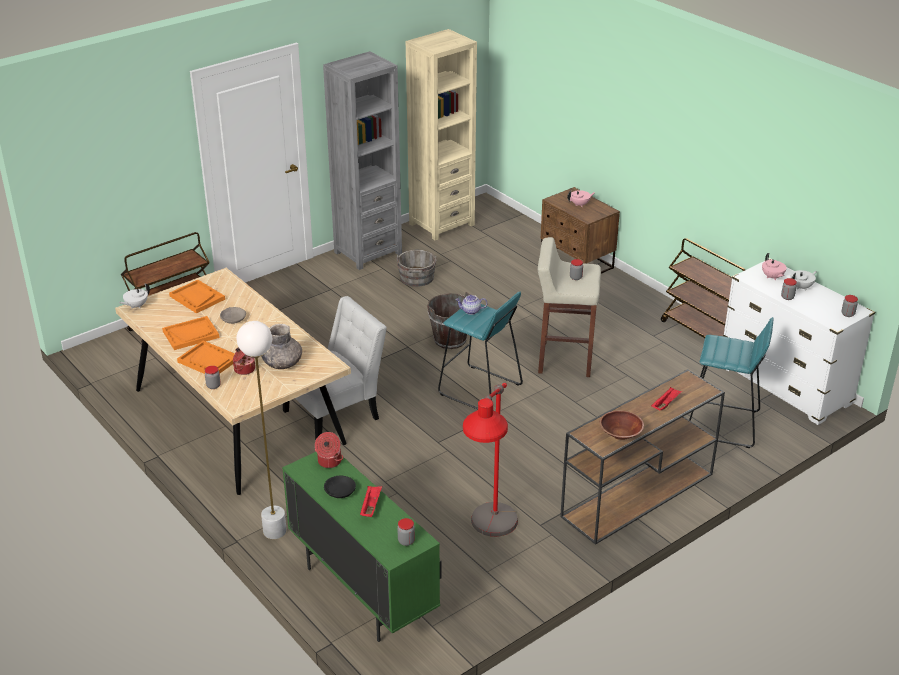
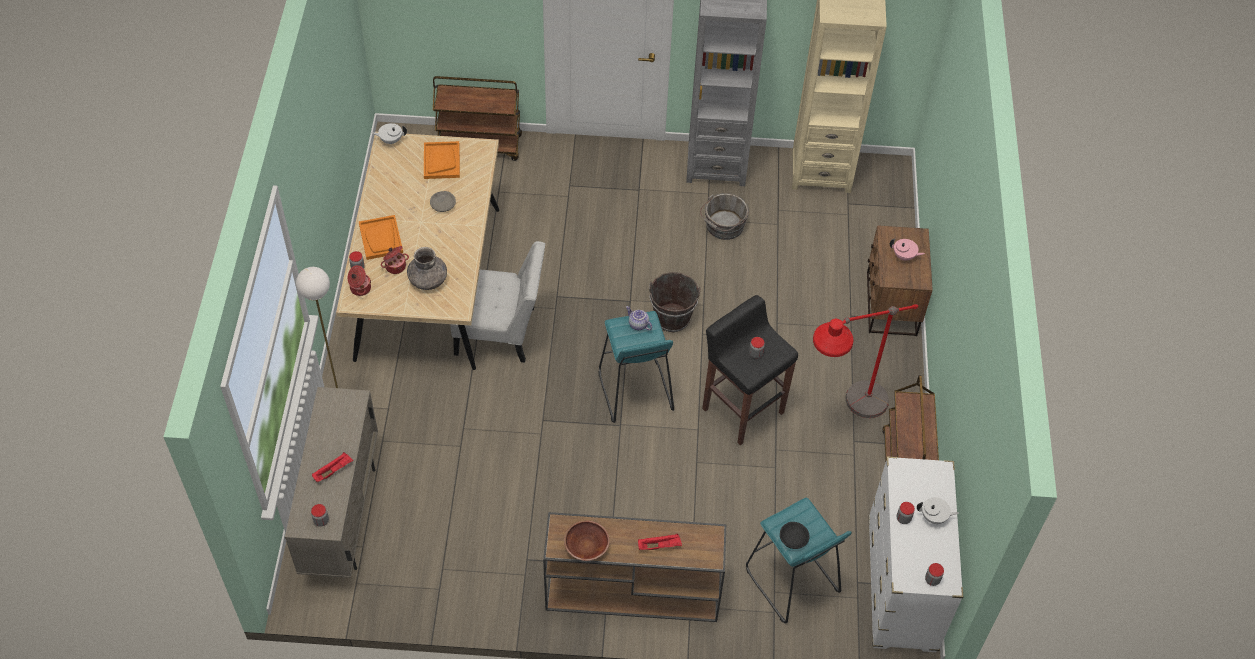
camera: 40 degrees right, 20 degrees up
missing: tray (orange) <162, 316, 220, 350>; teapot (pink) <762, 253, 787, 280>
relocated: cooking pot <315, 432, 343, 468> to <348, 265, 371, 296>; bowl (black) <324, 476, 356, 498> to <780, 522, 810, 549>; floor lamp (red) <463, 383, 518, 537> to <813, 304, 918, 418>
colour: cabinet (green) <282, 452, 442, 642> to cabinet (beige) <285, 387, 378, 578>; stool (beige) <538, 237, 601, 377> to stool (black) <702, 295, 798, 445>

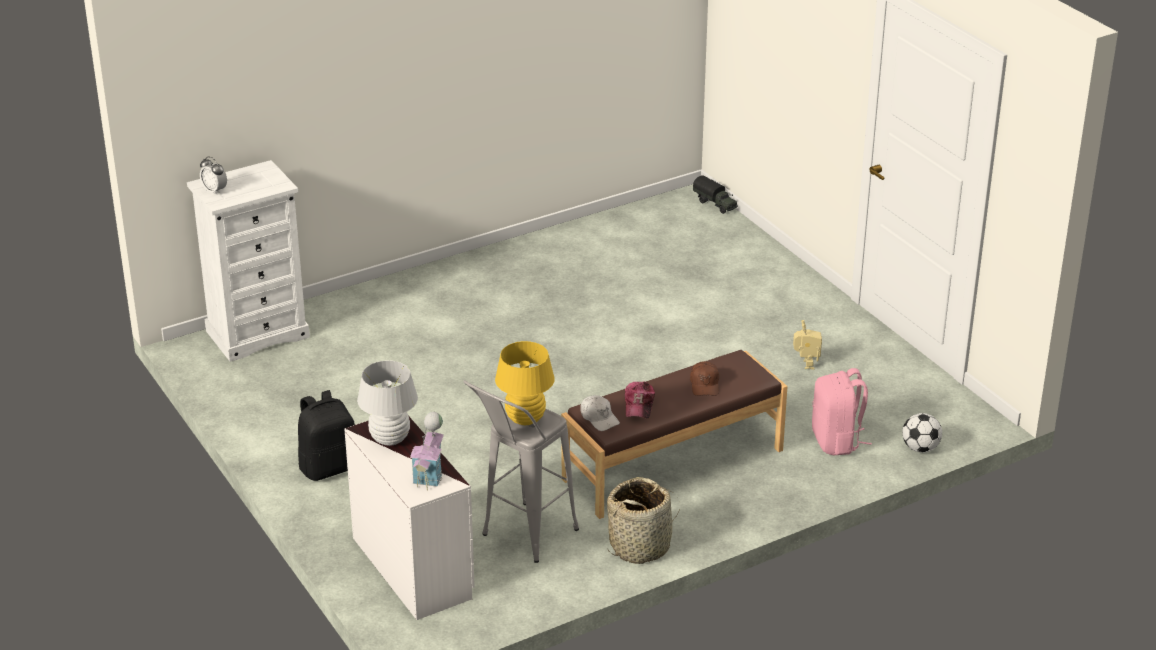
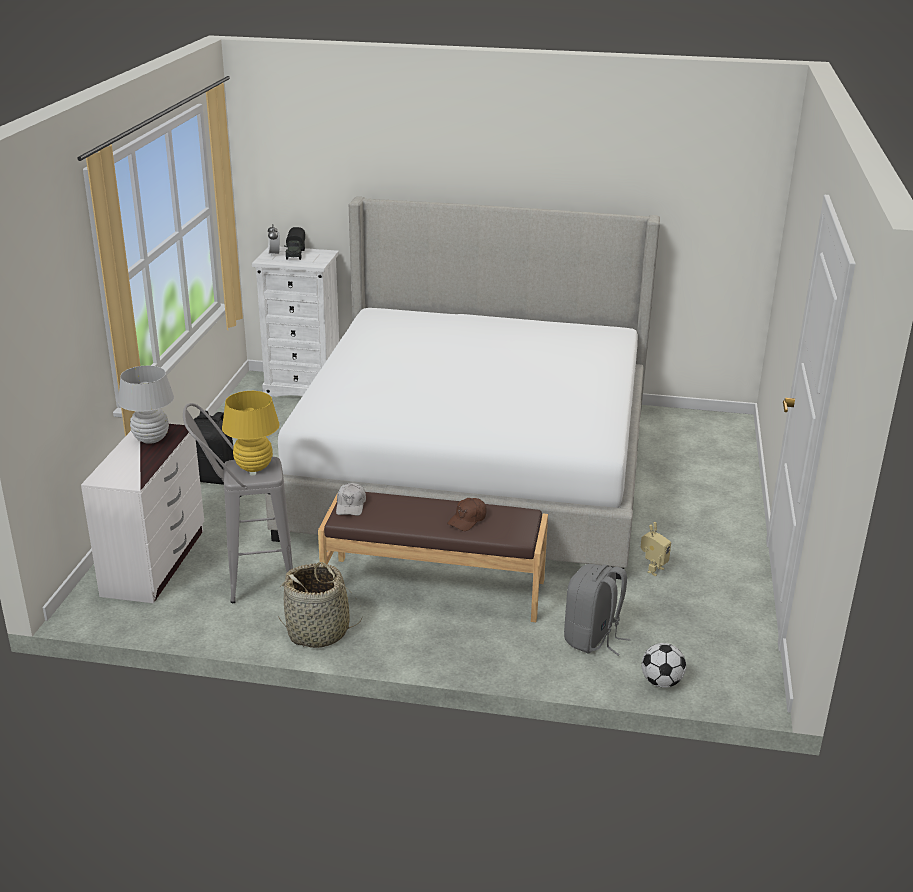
camera: 40 degrees right, 5 degrees down
missing: toy house <410, 412, 444, 490>; cap <625, 382, 655, 418>
appeared: bed <265, 196, 660, 579>
relocated: toy truck <693, 175, 738, 214> to <285, 227, 305, 260>
colour: backpack (pink) <812, 368, 872, 455> to backpack (grey) <564, 564, 630, 655>

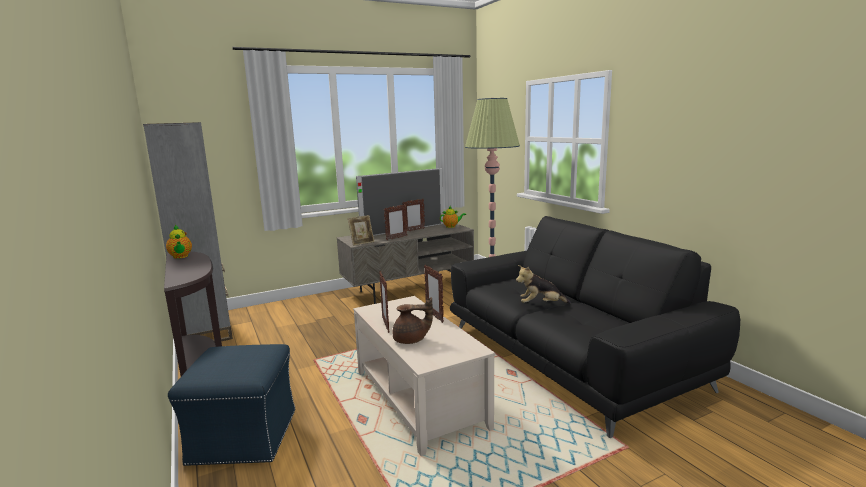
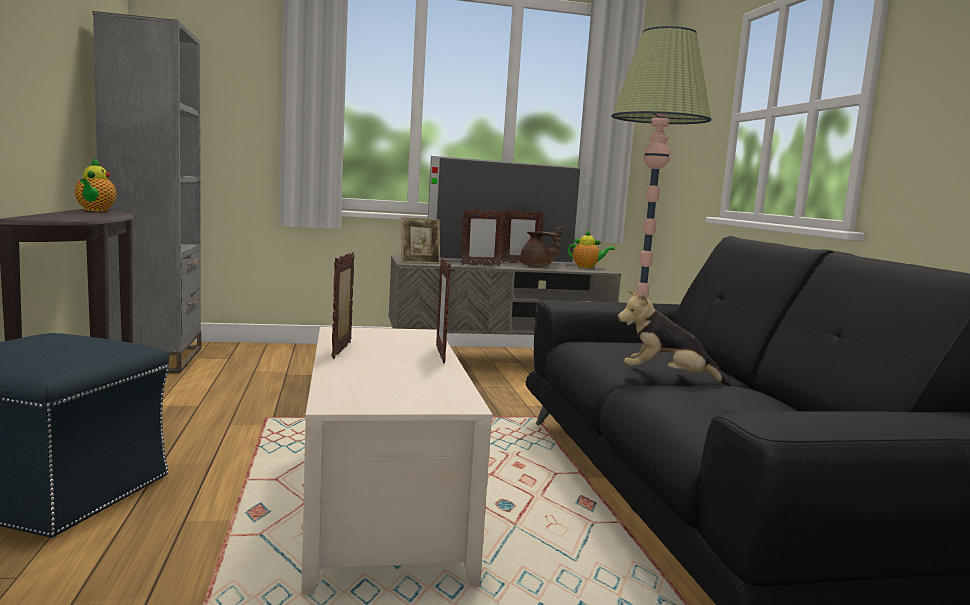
camera: 15 degrees right, 5 degrees down
relocated: teapot (brown) <393, 297, 433, 344> to <520, 226, 562, 267>

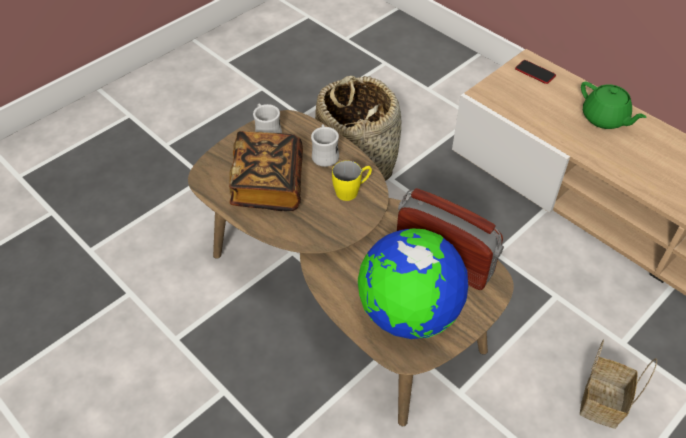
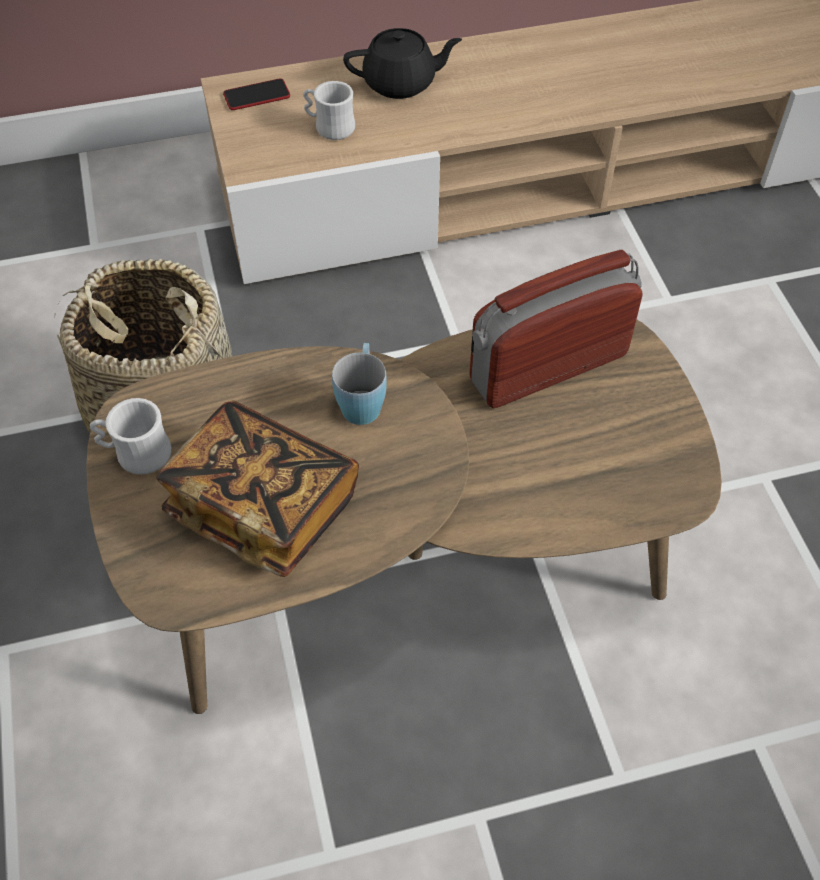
camera: 60 degrees left, 5 degrees up
missing: globe <358, 228, 468, 339>; basket <580, 340, 657, 429>
relocated: mug (white) <311, 124, 339, 167> to <303, 81, 355, 140>
colour: mug (yellow) <332, 161, 372, 201> to mug (blue) <332, 343, 387, 425>; teapot (green) <581, 81, 646, 129> to teapot (black) <343, 28, 462, 99>

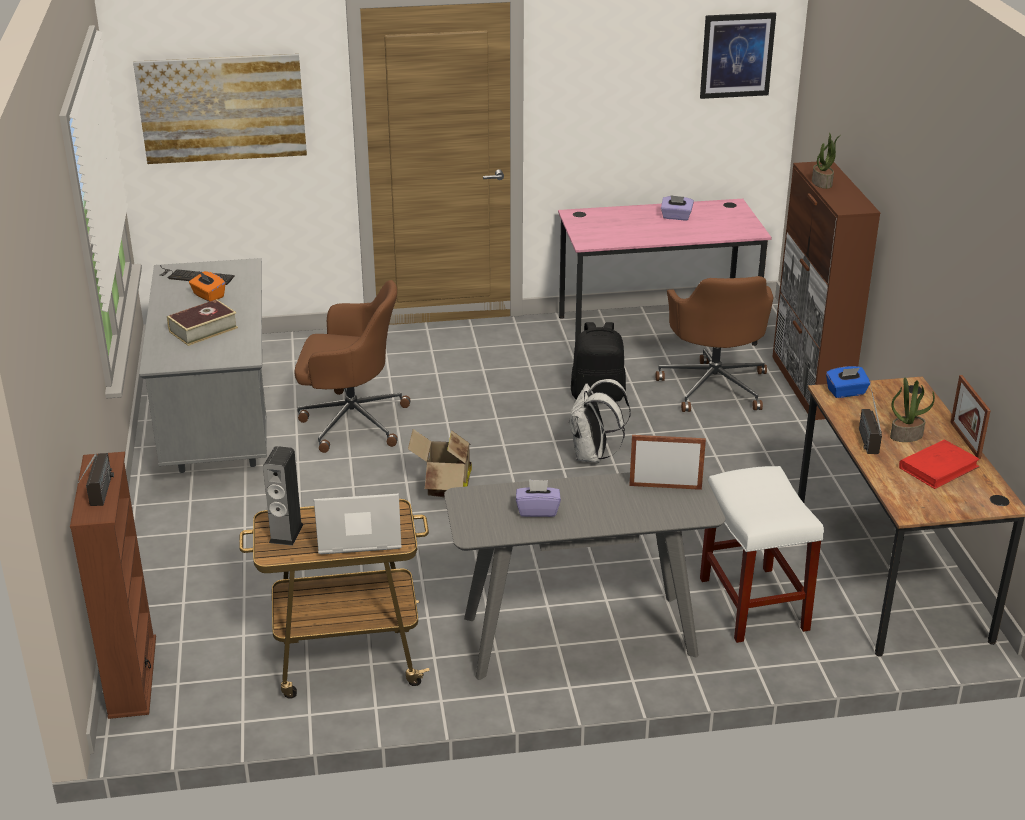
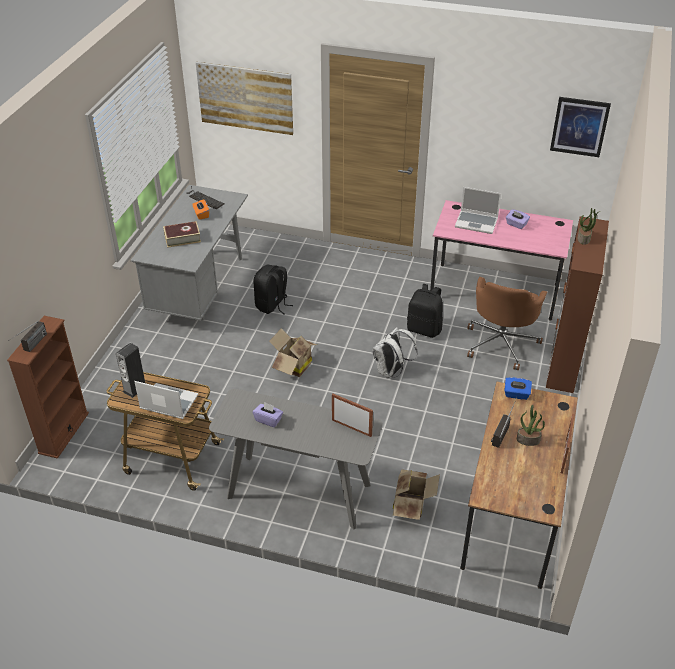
camera: 25 degrees right, 10 degrees up
missing: book (red) <899, 439, 980, 489>
appeared: laptop <455, 187, 501, 234>
exchanged: office chair (brown) <294, 280, 411, 453> to backpack (black) <254, 265, 293, 315>; stool (white) <700, 466, 824, 643> to cardboard box <393, 469, 440, 520>

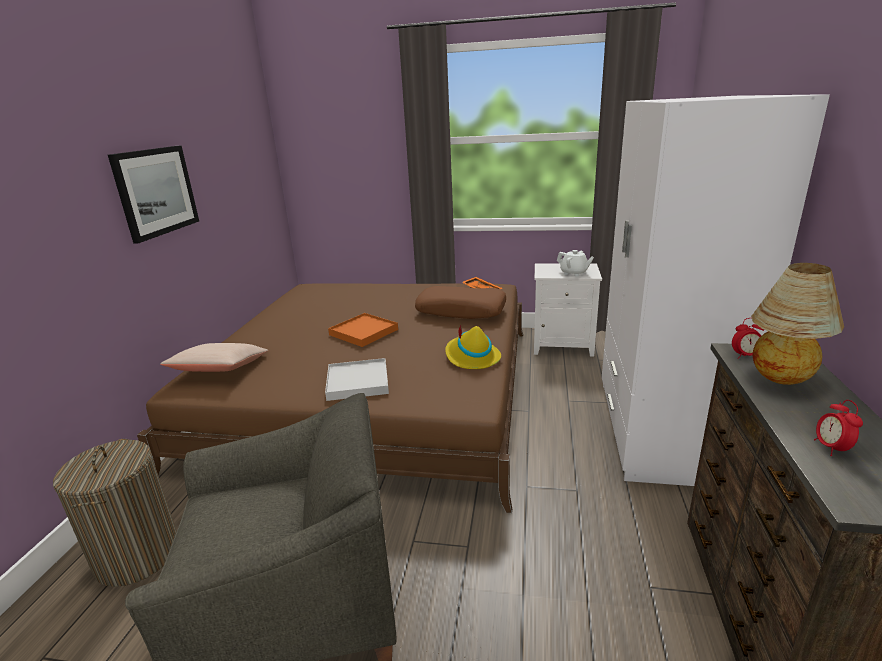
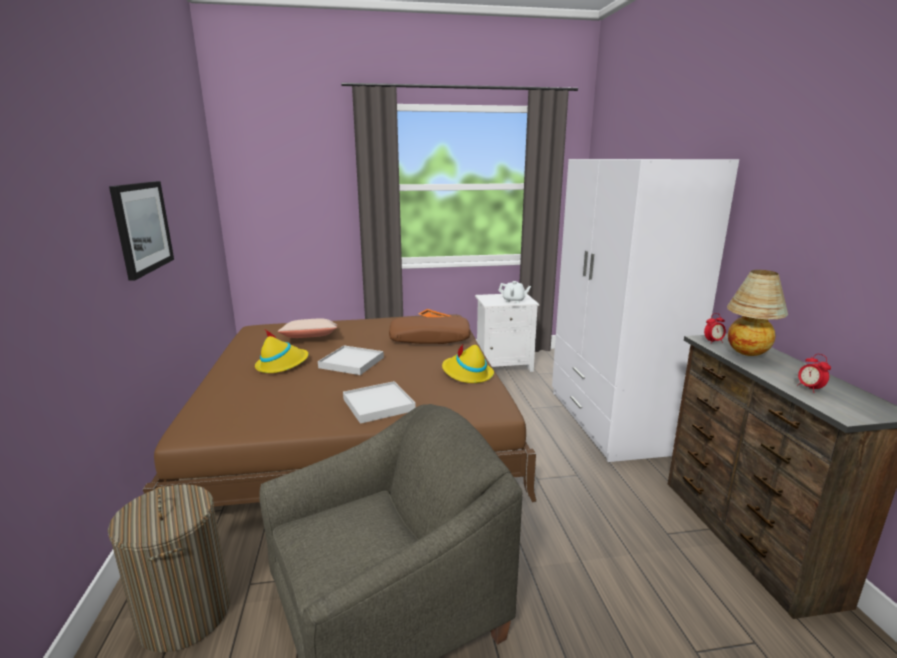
camera: 20 degrees left, 5 degrees down
appeared: hat (yellow) <255, 329, 309, 373>
relocated: pillow (beige) <160, 343, 268, 372> to <278, 318, 337, 338>
colour: tray (orange) <328, 313, 398, 347> to tray (white) <318, 346, 384, 375>

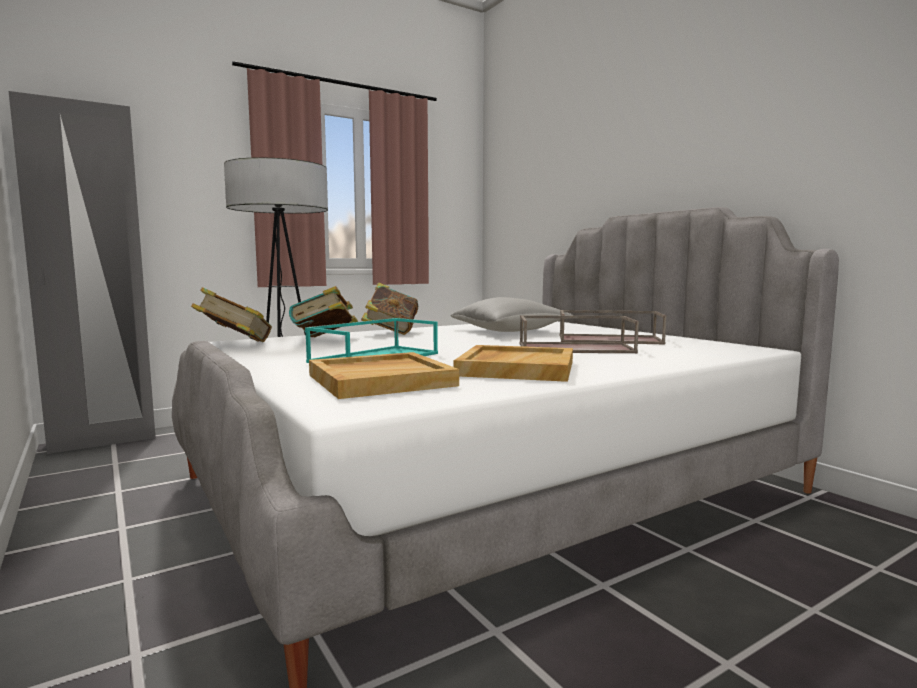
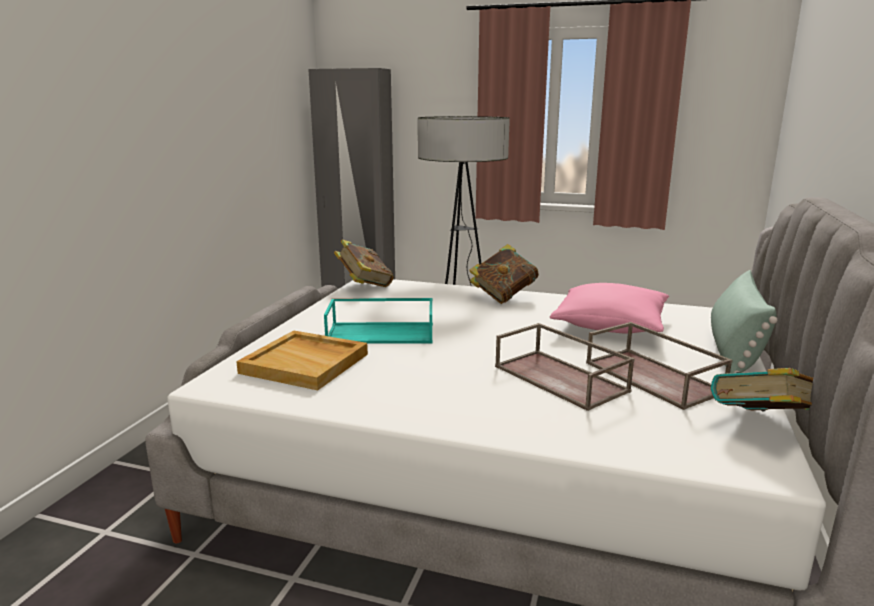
camera: 50 degrees right, 10 degrees up
missing: tray (beige) <453, 345, 573, 382>
appeared: pillow (green) <711, 270, 777, 373>
relocated: book <289, 286, 358, 337> to <711, 368, 813, 411>
colour: pillow (grey) <451, 297, 573, 332> to pillow (pink) <550, 283, 669, 333>

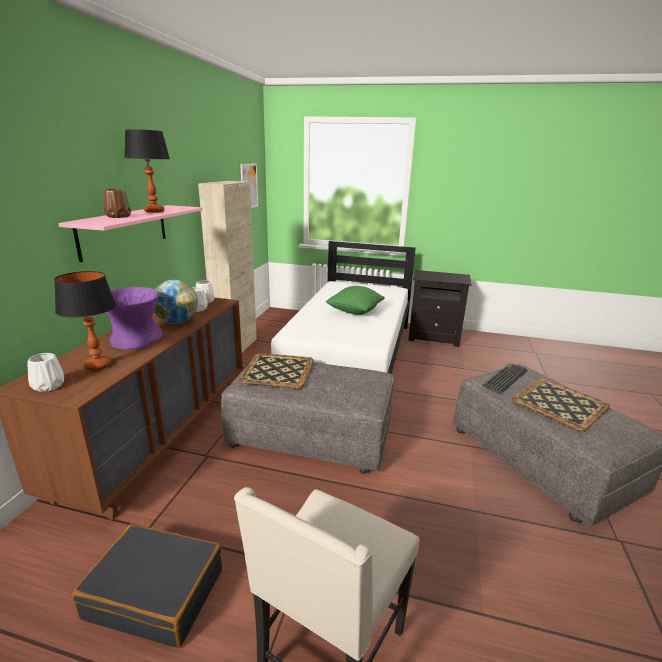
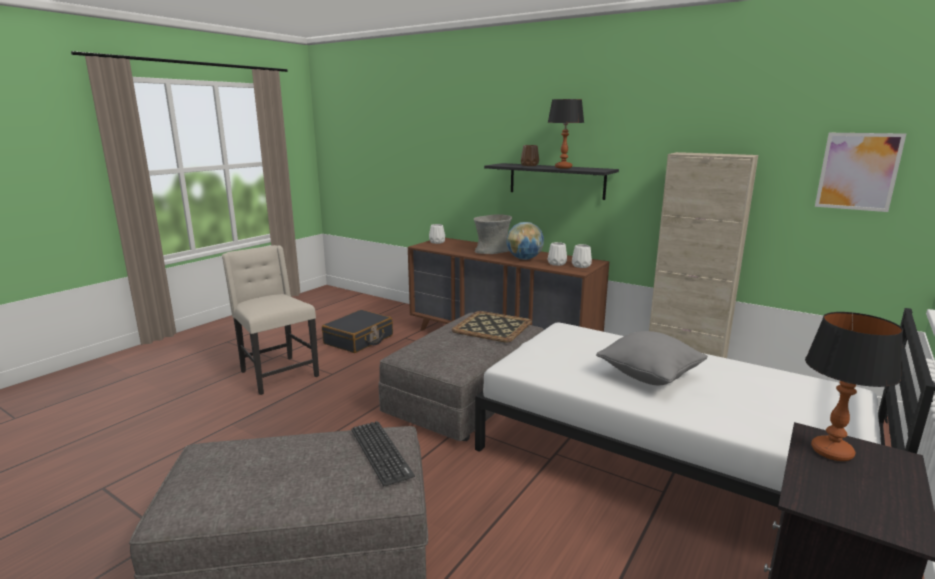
camera: 110 degrees right, 5 degrees down
missing: tray <512, 379, 610, 431>
relocated: table lamp <54, 271, 116, 370> to <805, 312, 903, 461>
colour: shelf (pink) <58, 205, 203, 262> to shelf (black) <484, 163, 619, 200>; vase (purple) <106, 287, 163, 350> to vase (grey) <474, 214, 512, 254>; pillow (green) <326, 286, 385, 315> to pillow (grey) <596, 331, 708, 385>

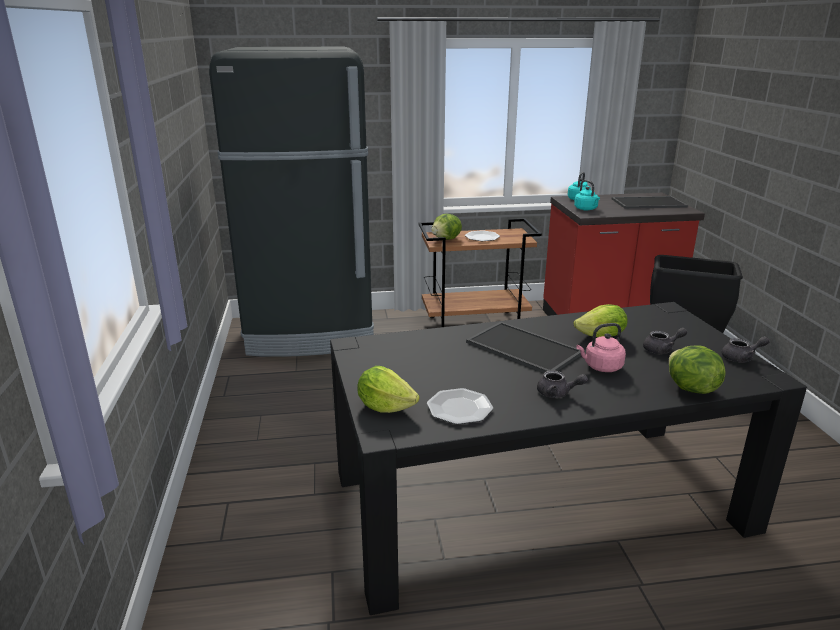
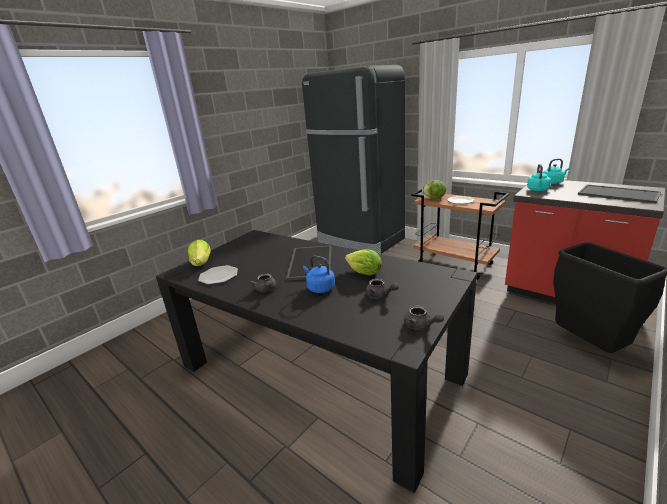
camera: 50 degrees right, 0 degrees up
missing: lettuce <669, 345, 726, 394>
colour: kettle (pink) <576, 323, 626, 372> to kettle (blue) <303, 256, 335, 293>

